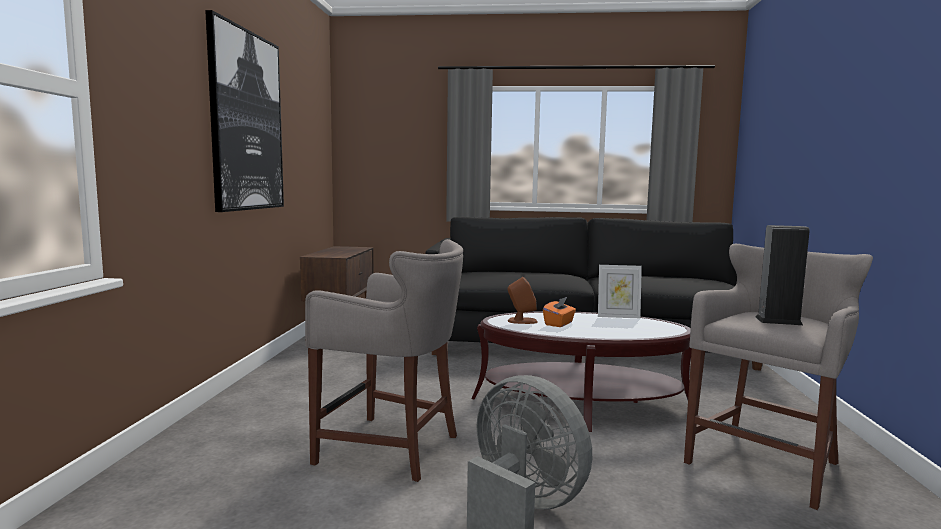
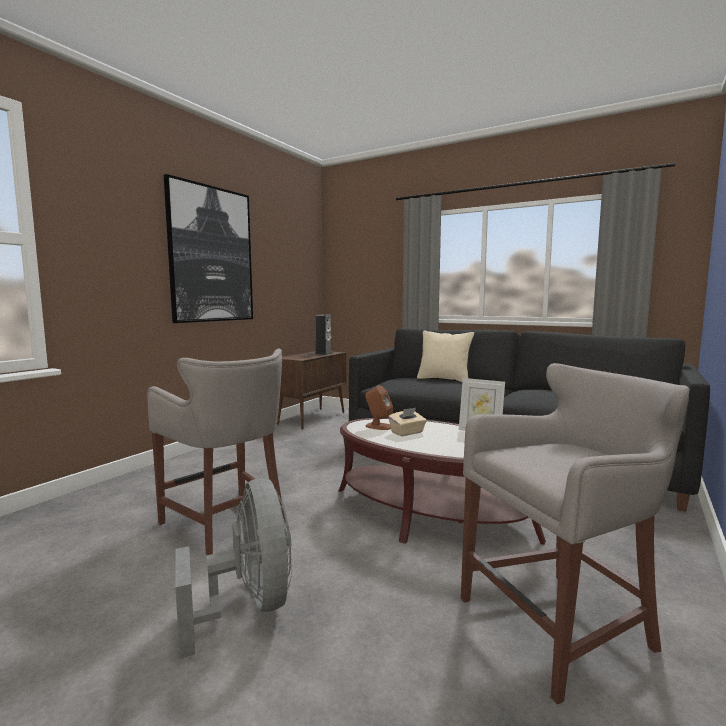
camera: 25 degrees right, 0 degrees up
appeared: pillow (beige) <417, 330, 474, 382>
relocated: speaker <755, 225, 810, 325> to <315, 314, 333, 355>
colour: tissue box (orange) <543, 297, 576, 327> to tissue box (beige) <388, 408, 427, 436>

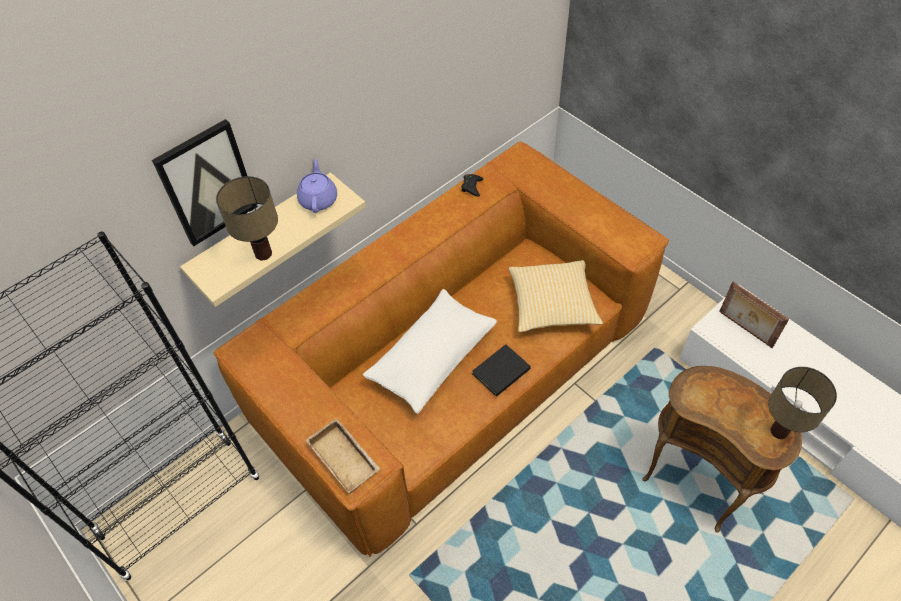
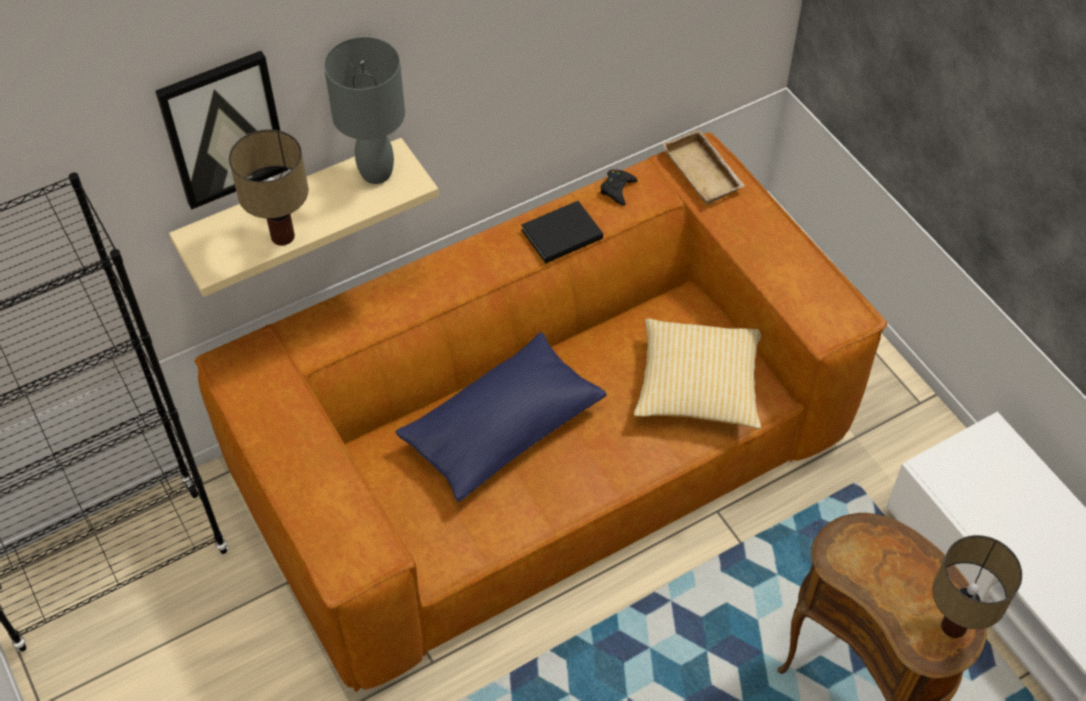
camera: 10 degrees right, 0 degrees up
missing: picture frame <719, 282, 789, 348>
relocated: tray (beige) <306, 418, 380, 493> to <662, 129, 745, 205>; book (black) <472, 344, 531, 397> to <521, 201, 603, 263>
exchanged: teapot (purple) <297, 159, 337, 213> to table lamp (grey) <324, 37, 405, 184>
colour: pillow (white) <363, 289, 497, 414> to pillow (blue) <395, 332, 606, 502>

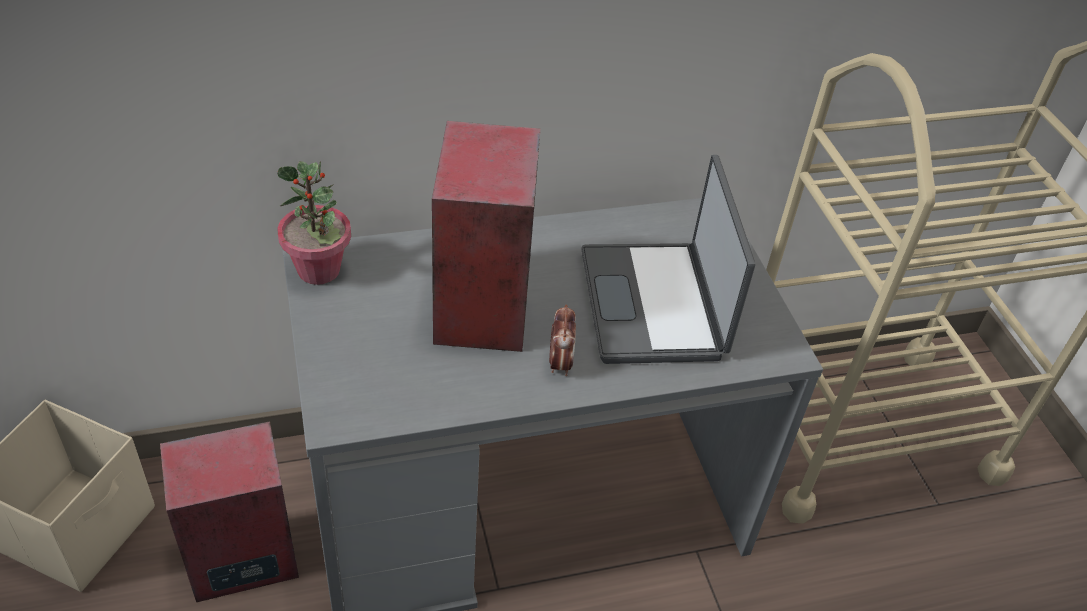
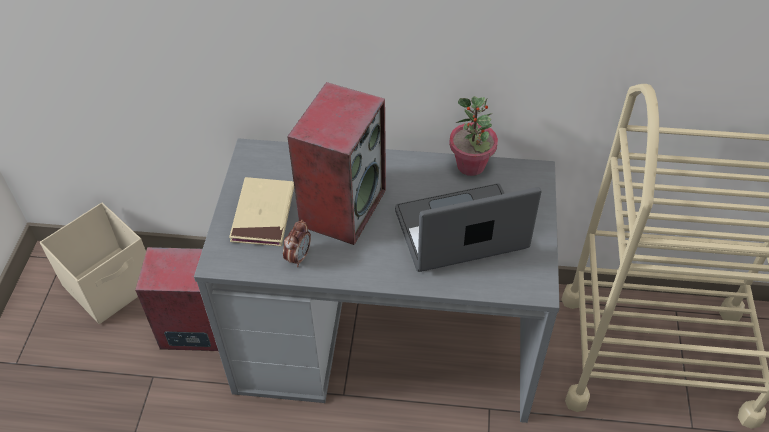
camera: 25 degrees right, 5 degrees up
appeared: book (beige) <229, 177, 294, 246>
relocated: potted plant <277, 161, 351, 285> to <449, 96, 498, 176>; alarm clock <549, 304, 576, 376> to <283, 220, 311, 267>
spun: laptop <581, 155, 755, 364> = <395, 183, 542, 272> 60 degrees clockwise

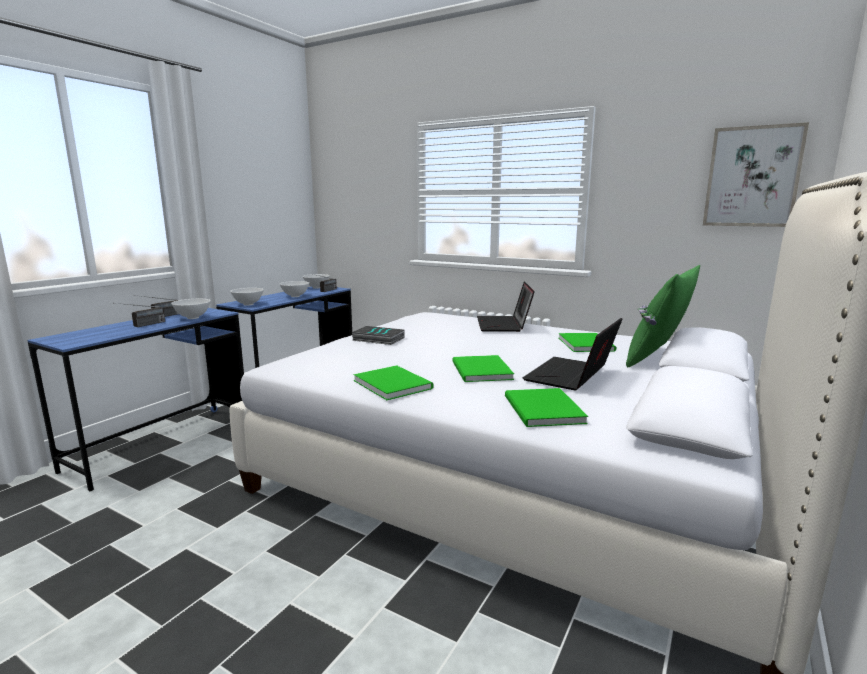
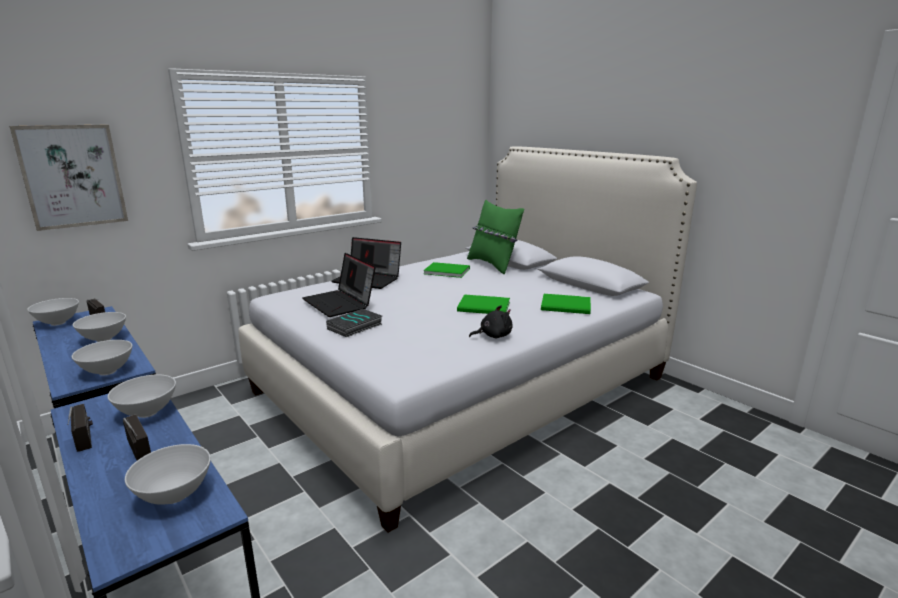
camera: 70 degrees left, 5 degrees up
appeared: bowl (white) <125, 444, 211, 505>
relocated: laptop <523, 318, 622, 390> to <303, 253, 376, 317>; picture <703, 122, 809, 227> to <9, 125, 128, 231>
exchanged: book (green) <354, 365, 433, 400> to plush toy (black) <469, 305, 513, 338>

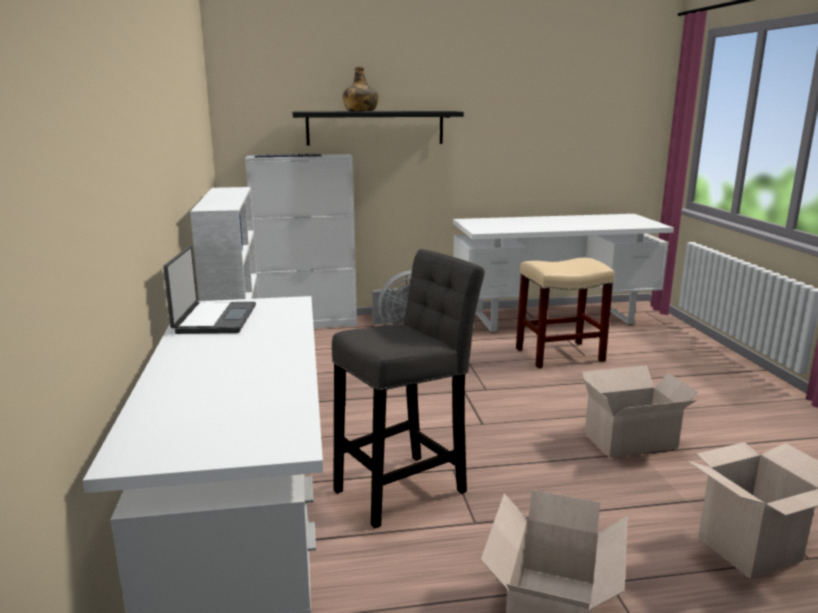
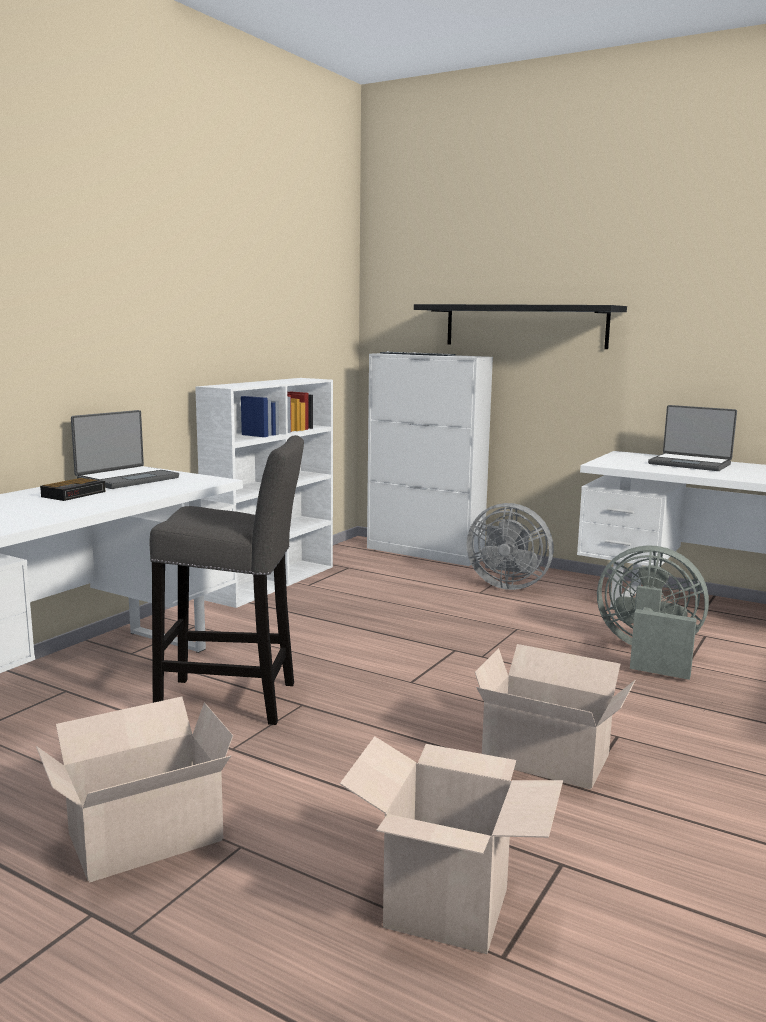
camera: 40 degrees right, 5 degrees down
missing: bottle (green) <343, 67, 378, 111>
appeared: alarm clock <40, 478, 105, 501>; laptop <648, 405, 737, 471>
exchanged: stool (beige) <516, 258, 615, 369> to fan (grey) <597, 545, 709, 680>

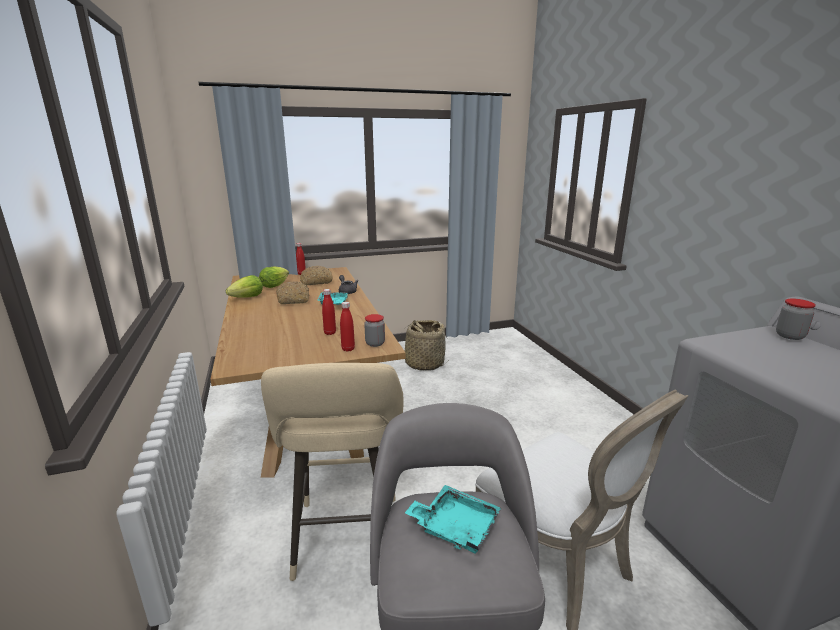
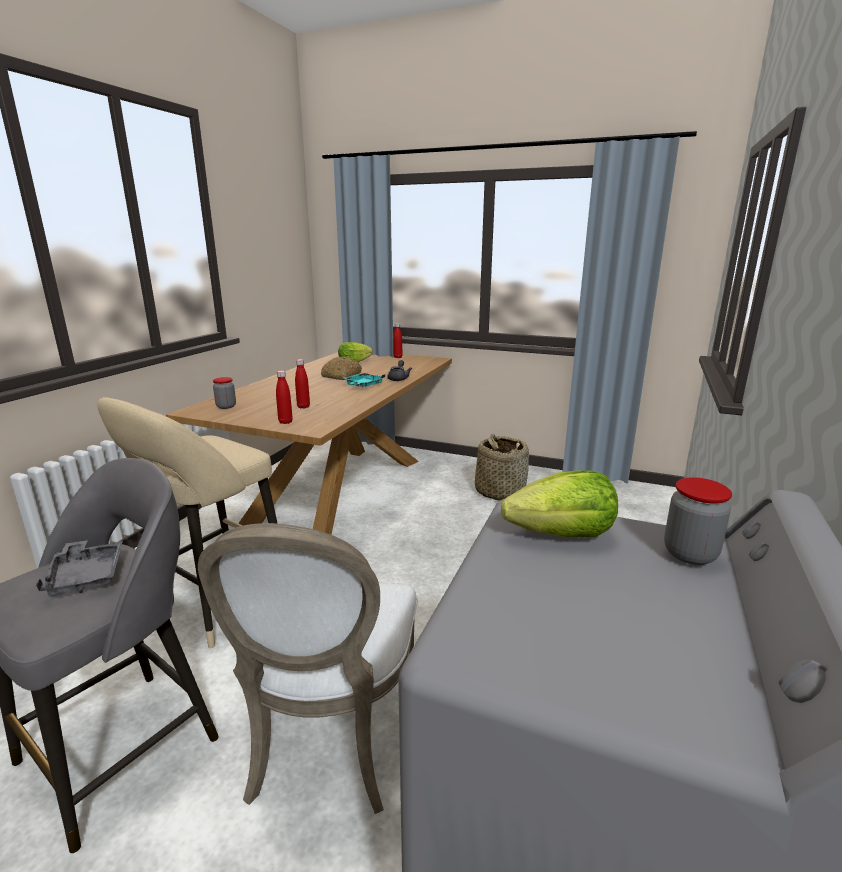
camera: 40 degrees right, 0 degrees up
missing: bread <300, 266, 333, 285>
relocated: lettuce <226, 275, 263, 298> to <501, 470, 618, 537>; jar <364, 314, 385, 347> to <213, 377, 236, 409>
colour: tray (turquoise) <405, 485, 501, 553> to tray (grey) <36, 540, 123, 597>

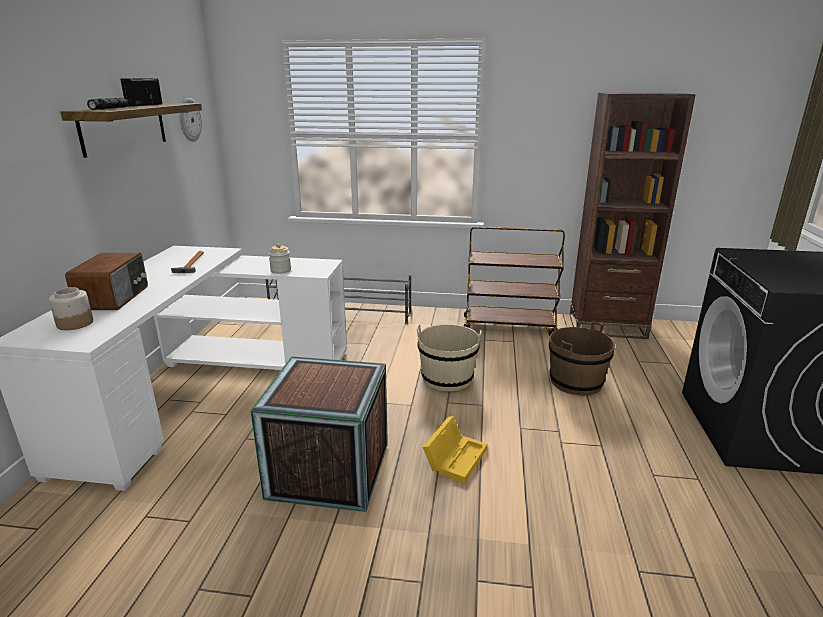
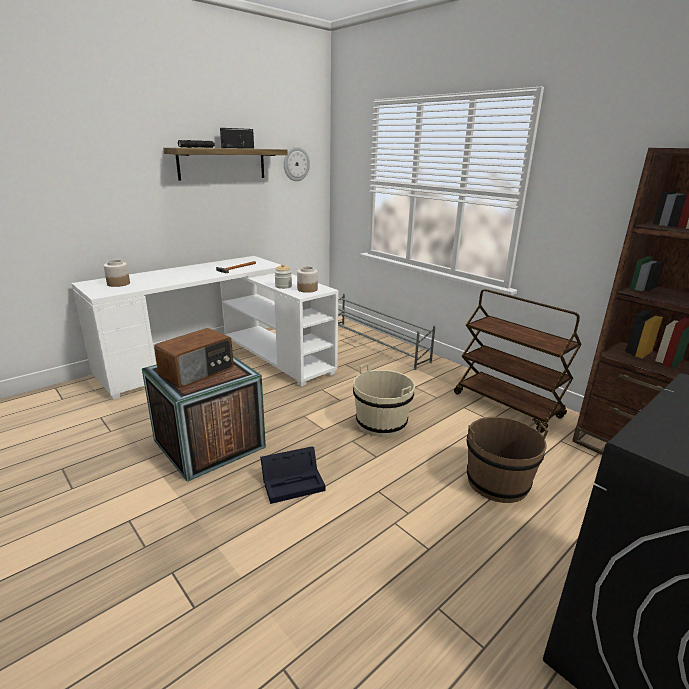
camera: 40 degrees right, 0 degrees up
appeared: jar <297, 266, 318, 293>
relocated: radio <65, 253, 148, 310> to <154, 328, 234, 388>
colour: storage box (yellow) <423, 416, 487, 483> to storage box (black) <260, 446, 326, 504>

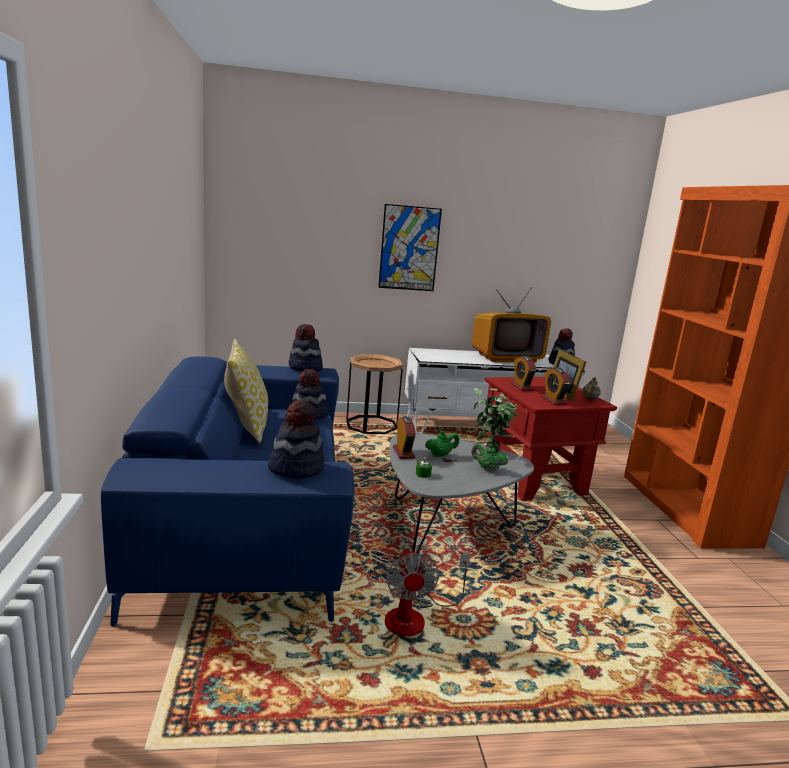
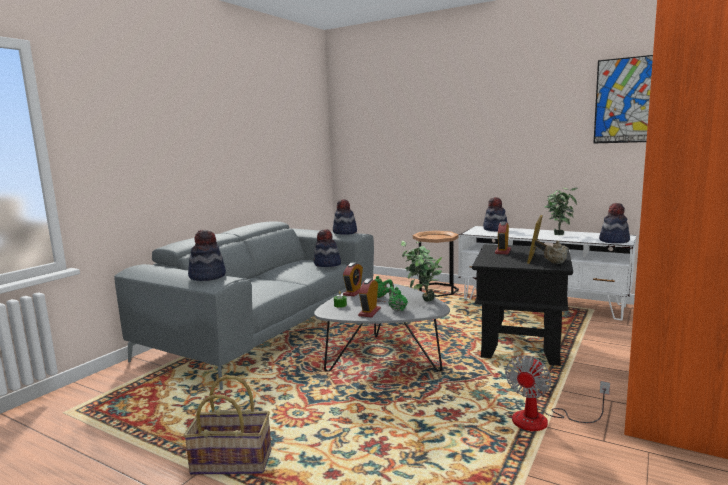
camera: 40 degrees right, 5 degrees down
missing: pillow <224, 339, 268, 443>
appeared: basket <184, 375, 271, 475>; hat <483, 197, 507, 231>
relocated: picture <378, 204, 442, 291> to <593, 55, 653, 143>; fan <385, 549, 470, 636> to <505, 355, 610, 431>; alarm clock <541, 368, 571, 405> to <358, 278, 381, 317>
exchanged: television <472, 287, 551, 363> to potted plant <544, 188, 577, 235>
colour: sofa (blue) <101, 356, 355, 627> to sofa (grey) <114, 221, 374, 390>; side table (red) <483, 377, 617, 501> to side table (black) <472, 244, 573, 366>

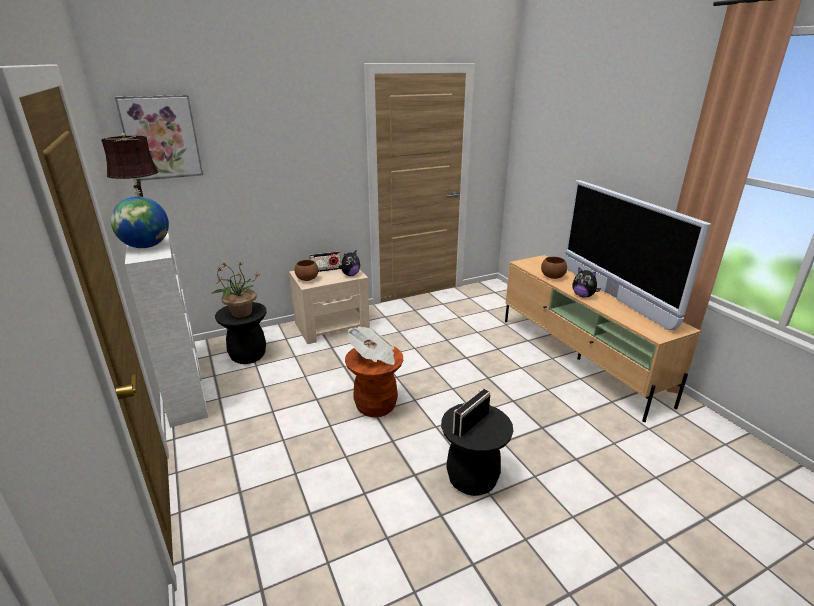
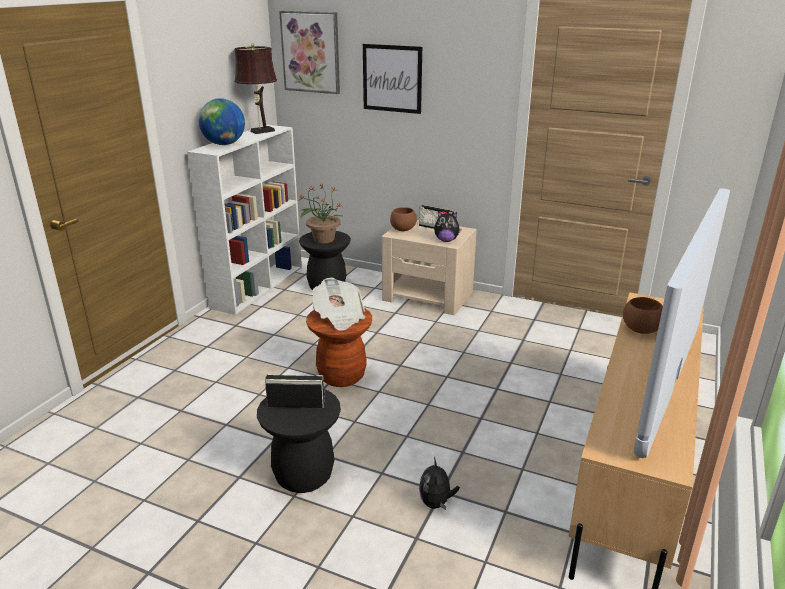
camera: 50 degrees right, 0 degrees up
appeared: picture <363, 44, 422, 114>
relocated: plush toy <572, 267, 601, 298> to <419, 457, 460, 510>

